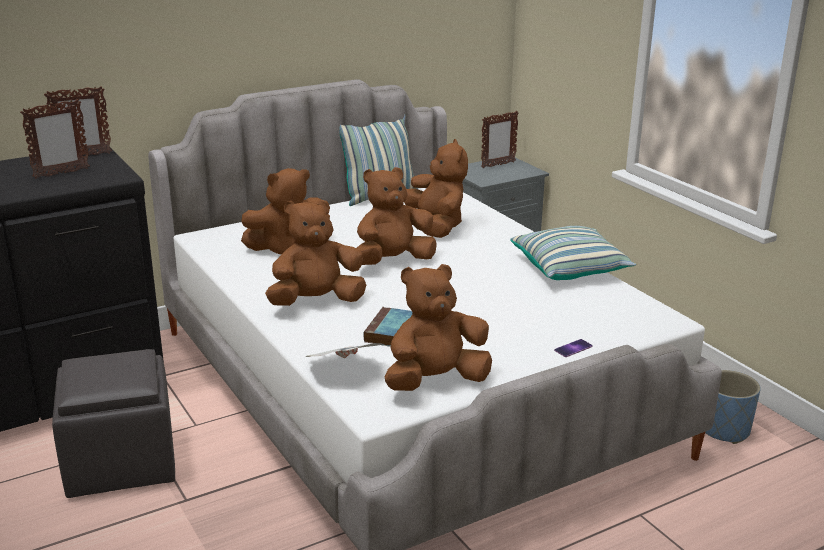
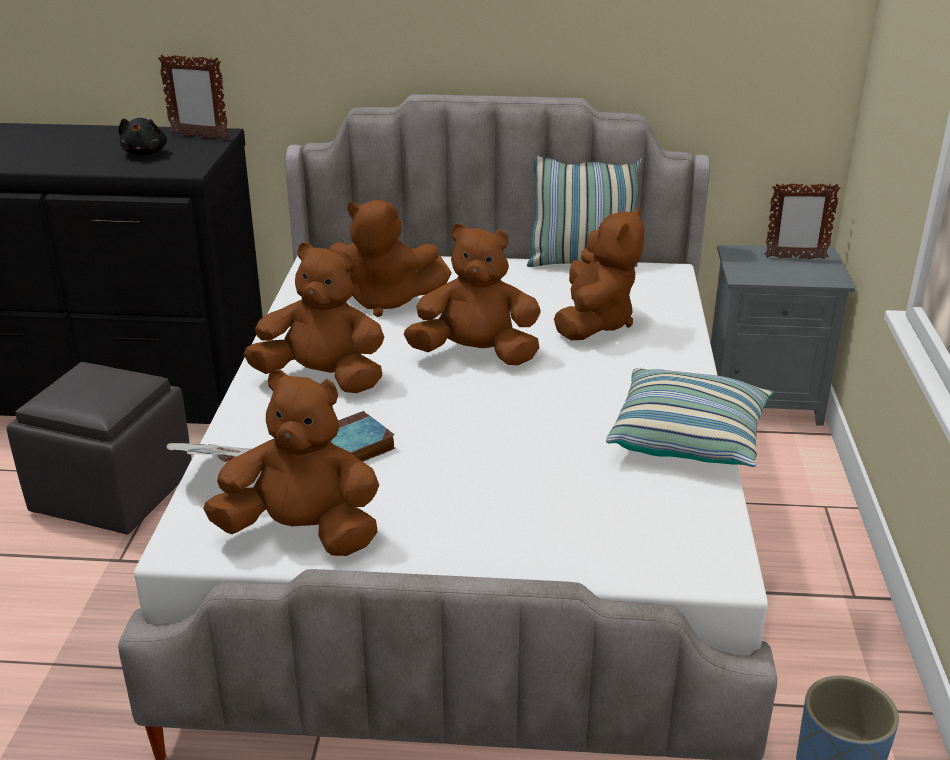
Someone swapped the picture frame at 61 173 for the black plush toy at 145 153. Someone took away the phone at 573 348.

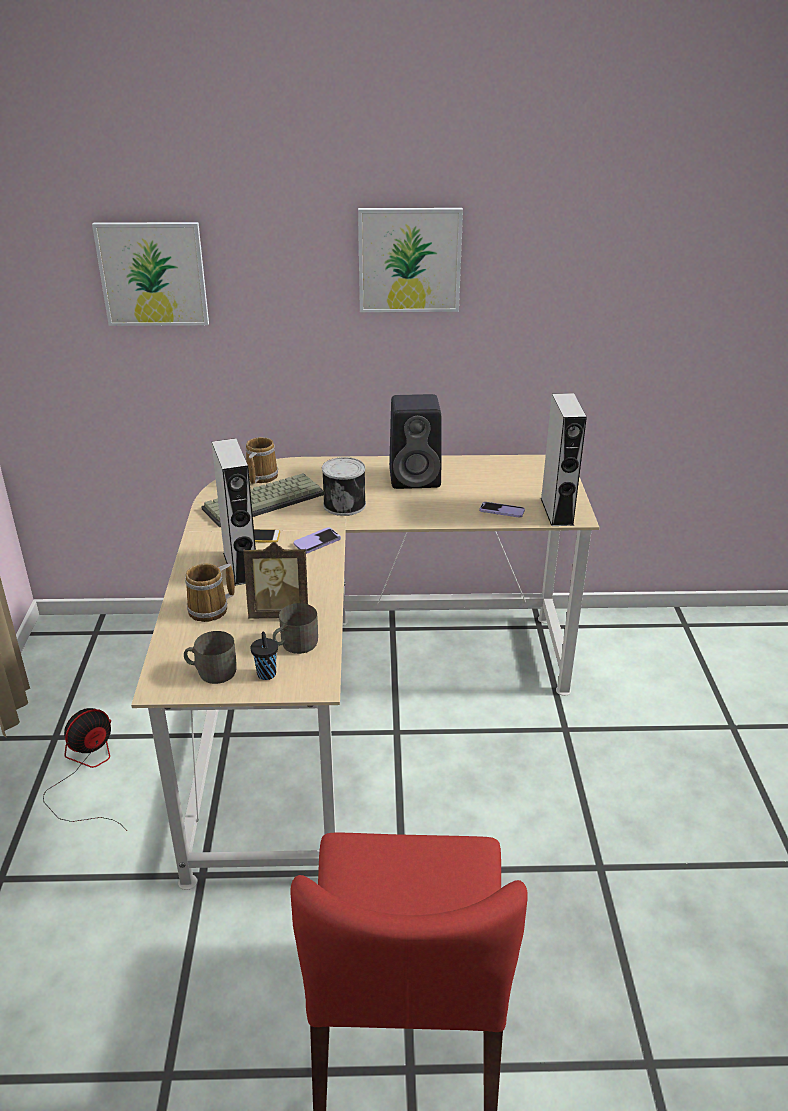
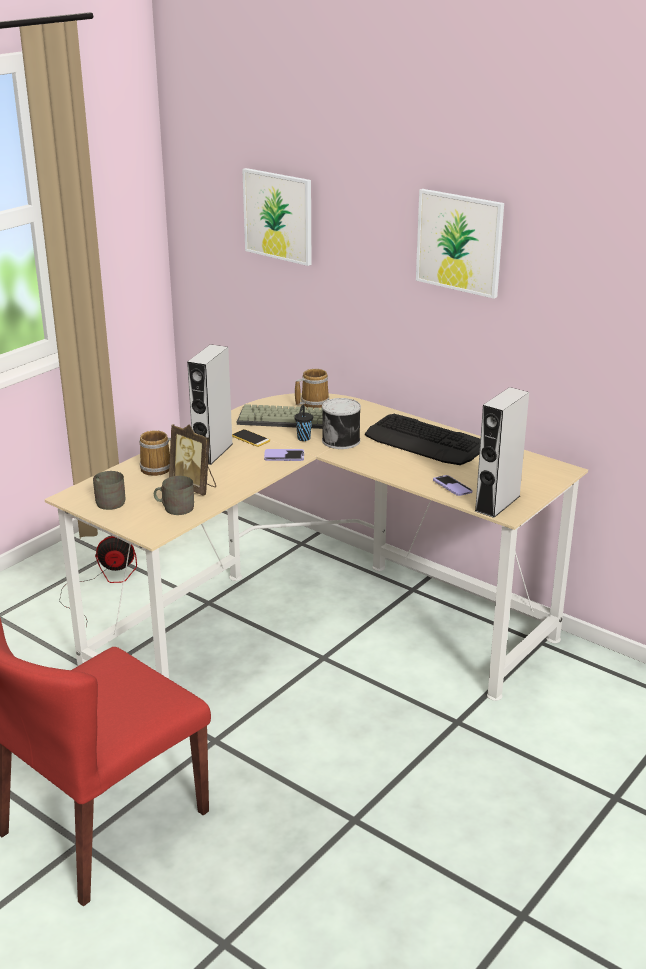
Someone carried the black cup from 267 675 to 303 439. Someone swapped the black speaker at 416 478 for the keyboard at 424 442.

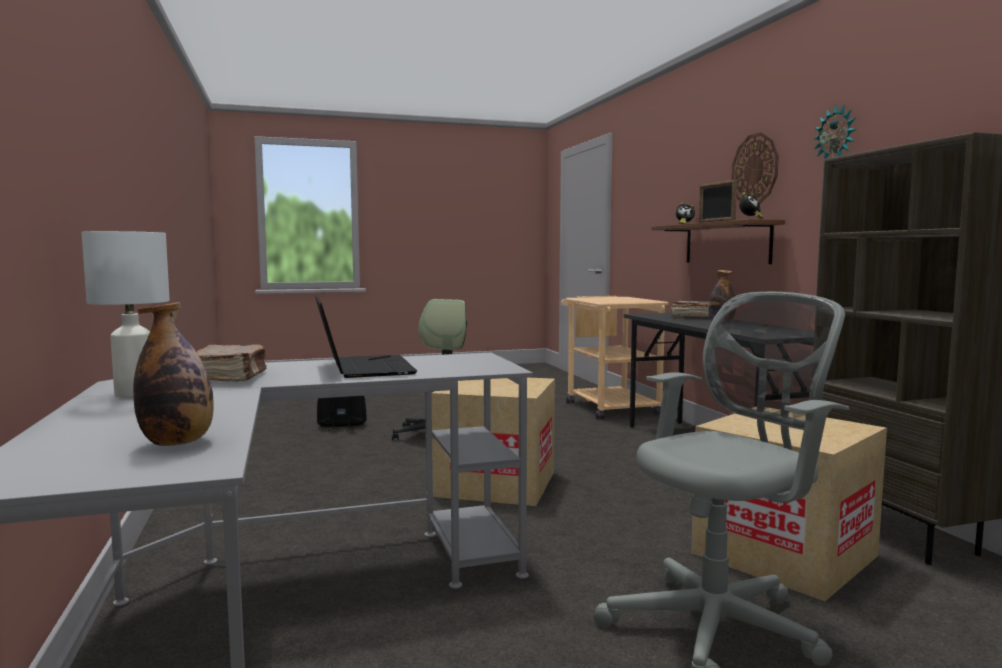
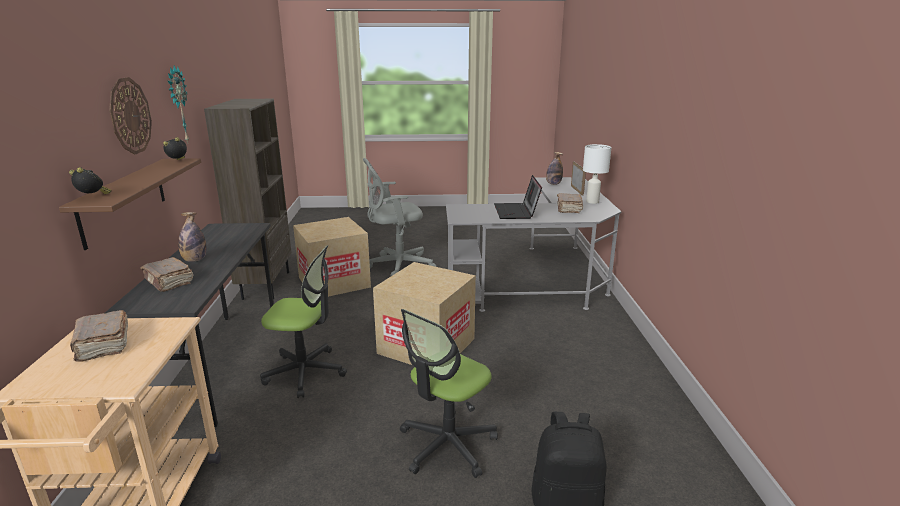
Someone carried the picture frame from 716 222 to 577 190. Someone put down the brown book at 103 345. Someone put down the office chair at 305 372.

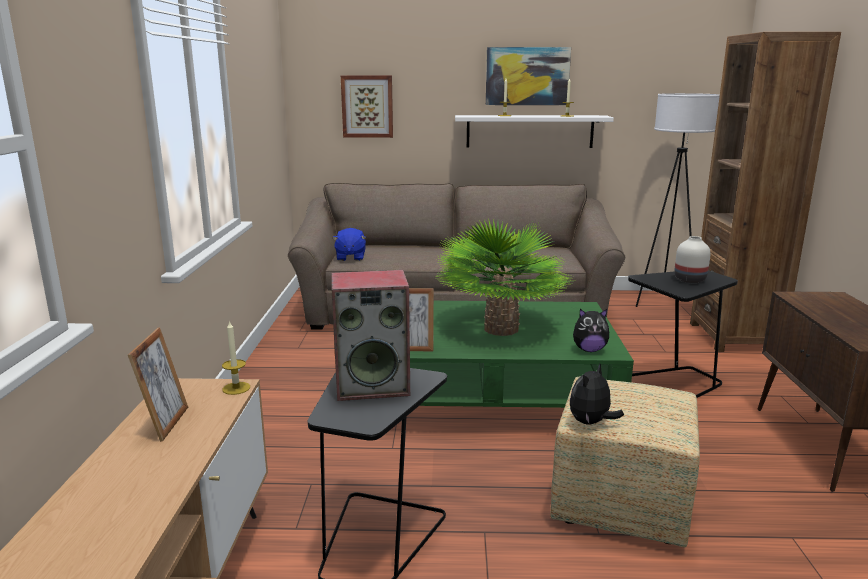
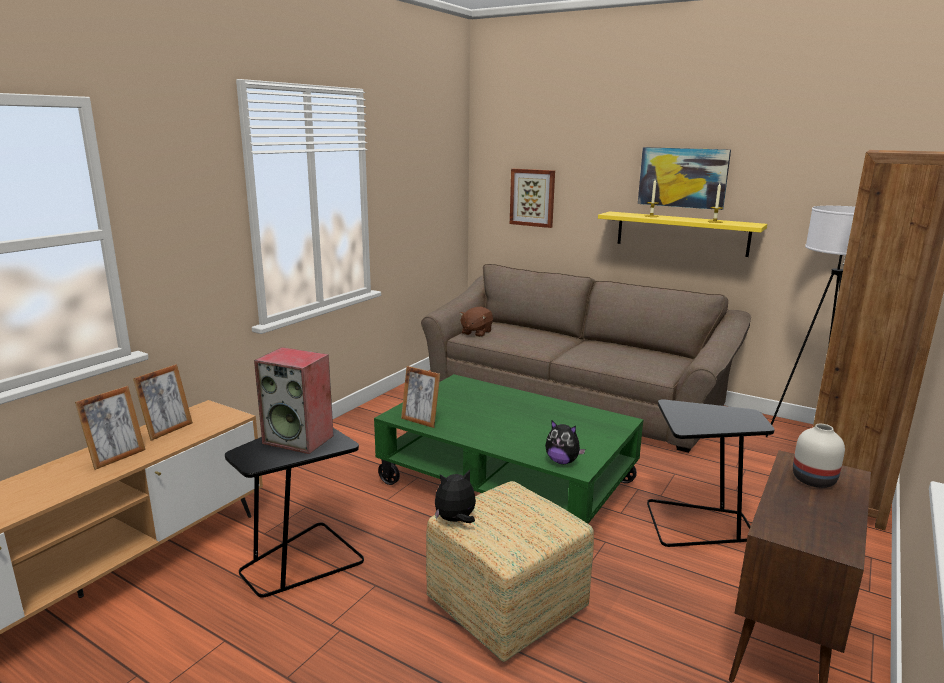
Someone took away the candle at 236 388. Someone repainted the blue plush toy at 350 257, which became the brown plush toy at 476 332. Someone took away the potted plant at 501 329. Someone repainted the white shelf at 529 131, which became the yellow shelf at 681 233. Someone carried the white vase from 689 280 to 812 480. Someone put down the picture frame at 117 457.

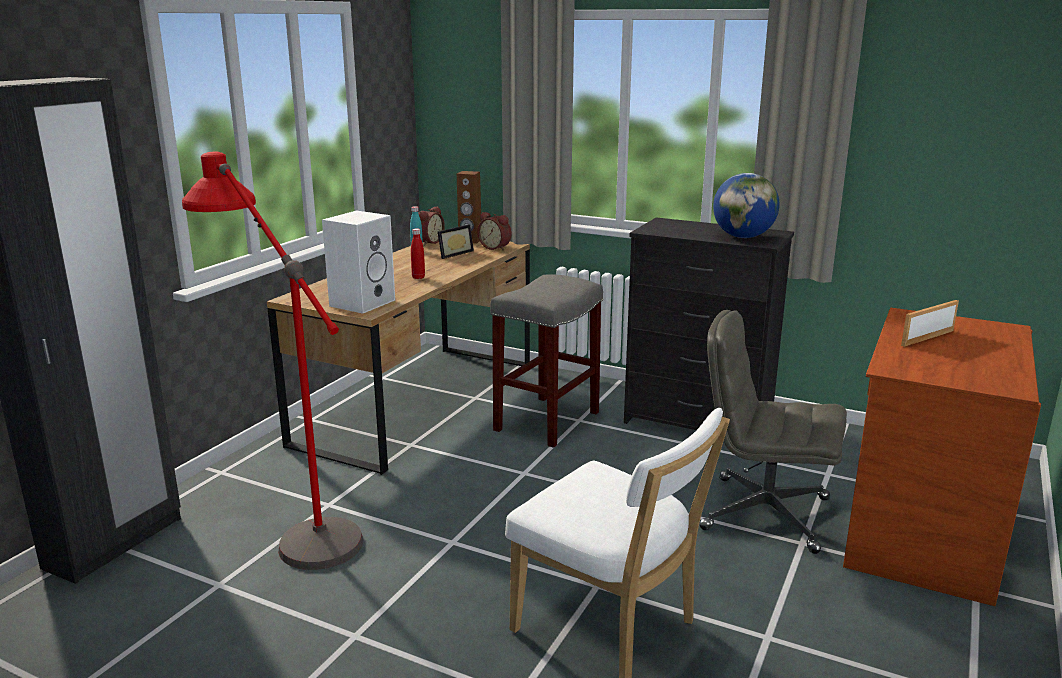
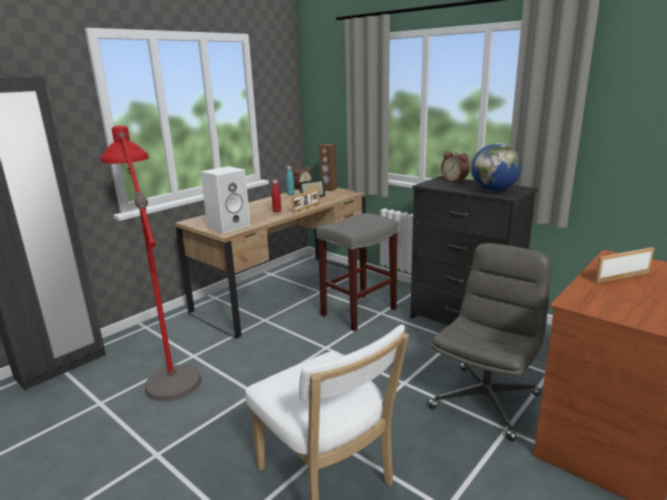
Someone carried the alarm clock from 496 247 to 455 180. Someone rotated the grey office chair at 763 513 by 90 degrees clockwise. Someone put down the picture frame at 307 208.

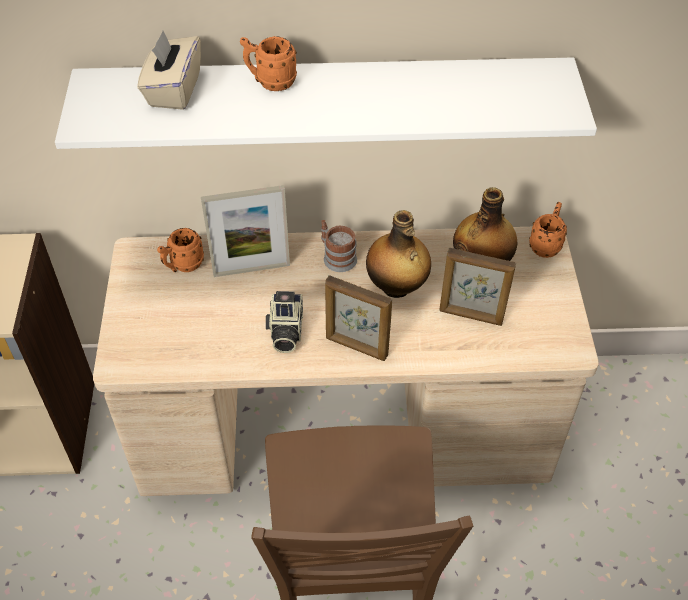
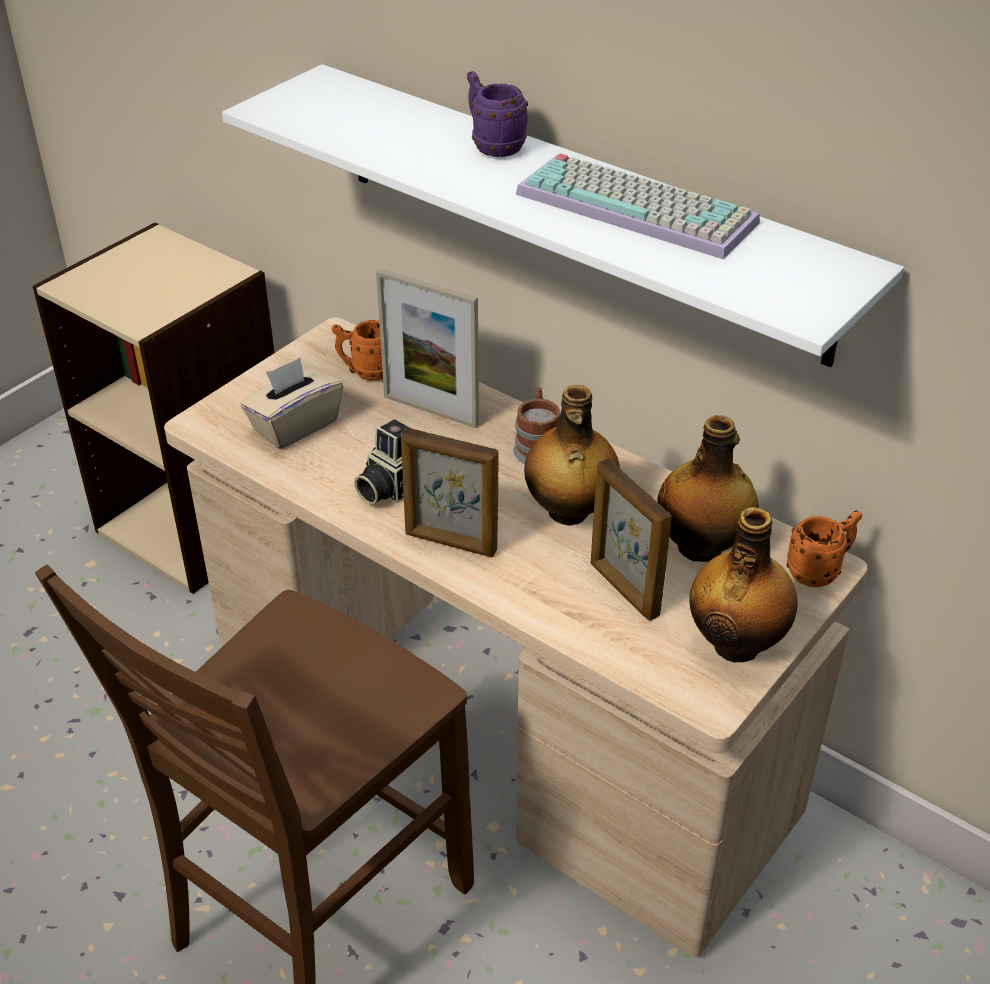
Someone carried the beige tissue box from 173 90 to 295 425. Someone repainted the orange mug at 270 82, which became the purple mug at 493 145. Someone rotated the picture frame at 356 347 by 45 degrees counterclockwise. Someone put down the keyboard at 640 207. Someone put down the bottle at 737 643.

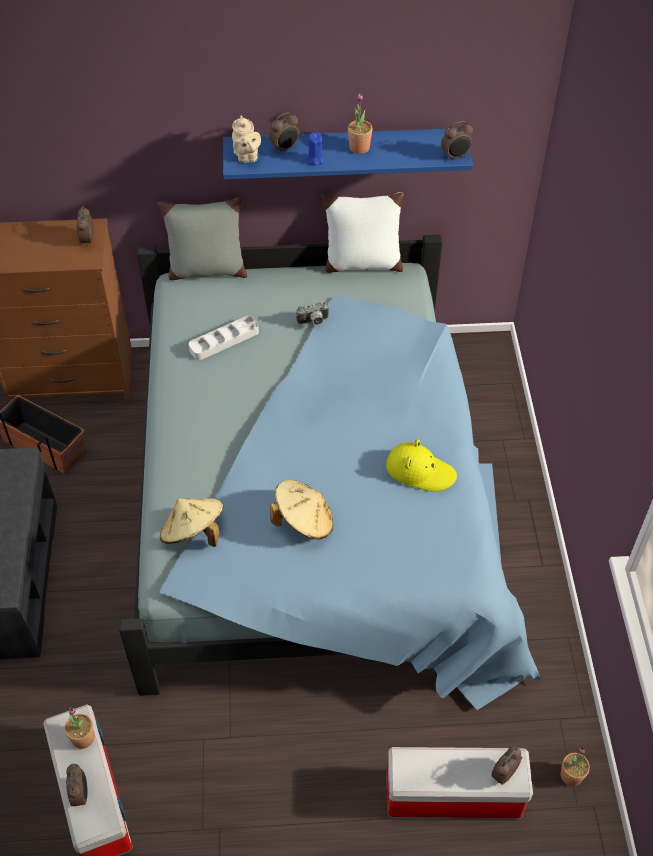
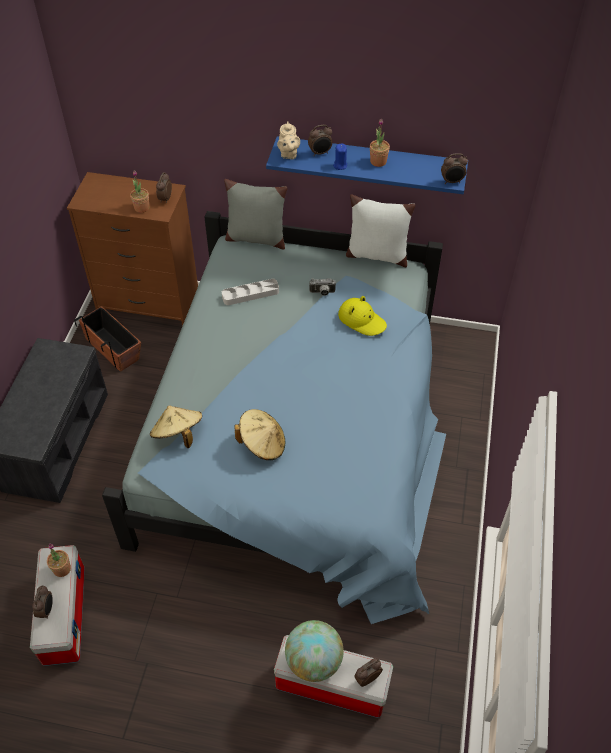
Someone carried the yellow hat from 420 471 to 362 320. Someone carried the potted plant from 571 775 to 142 208. Someone put down the globe at 313 661.

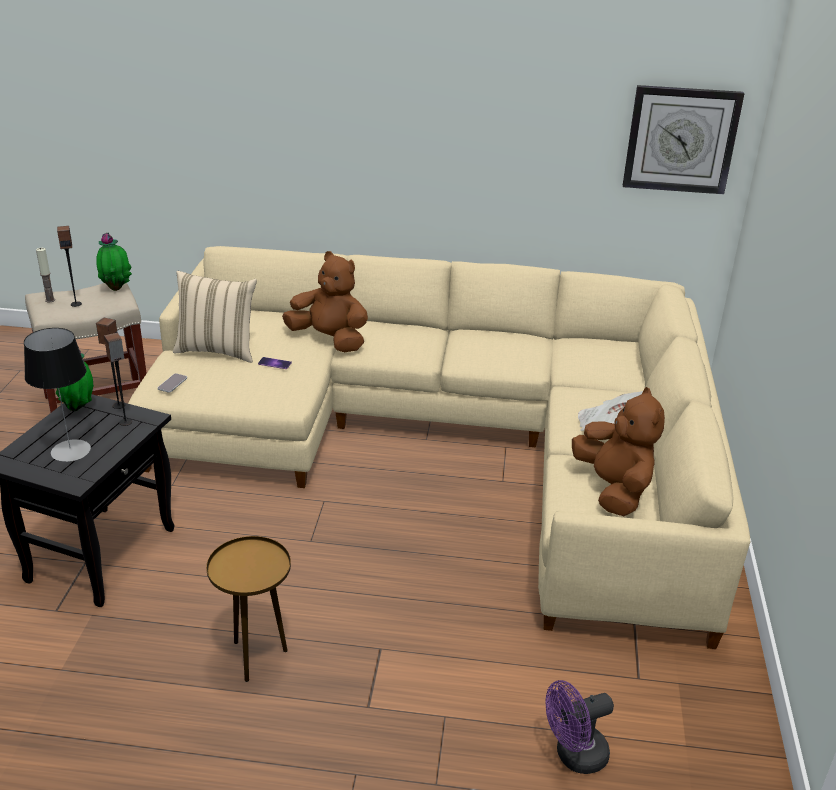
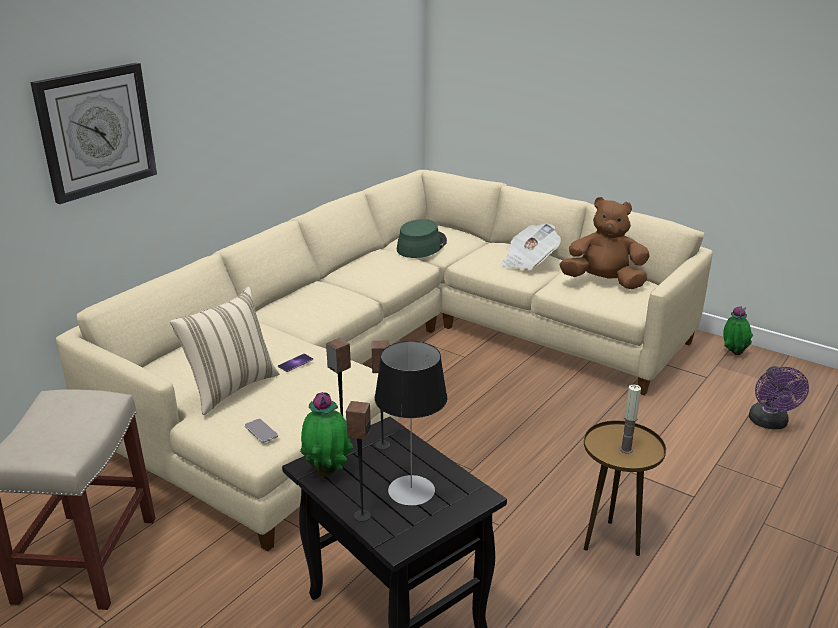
Someone carried the candle from 50 300 to 626 449. Someone carried the speaker from 76 304 to 362 515. Someone carried the potted plant from 116 288 to 733 353. Someone took away the brown plush toy at 330 340. Someone carried the wall clock from 681 139 to 96 131. Someone put down the green hat at 421 245.

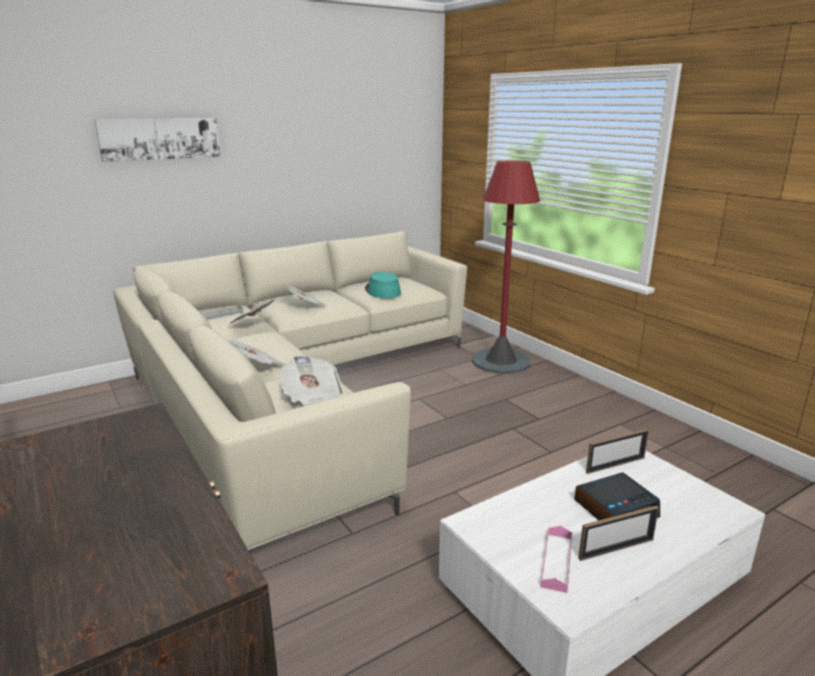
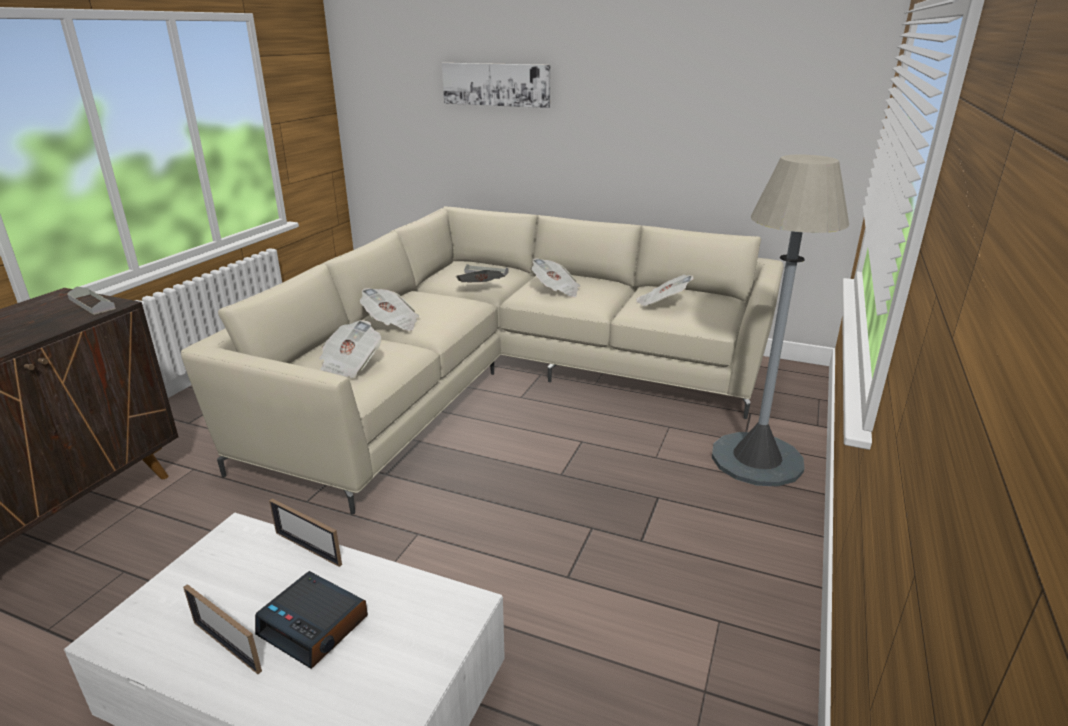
Someone swapped the turquoise hat at 382 291 for the newspaper at 661 304. Someone repainted the red floor lamp at 501 361, which became the grey floor lamp at 756 459. Someone took away the pink tray at 556 561. Someone carried the picture frame from 615 465 to 308 548. Someone put down the grey tray at 92 304.

